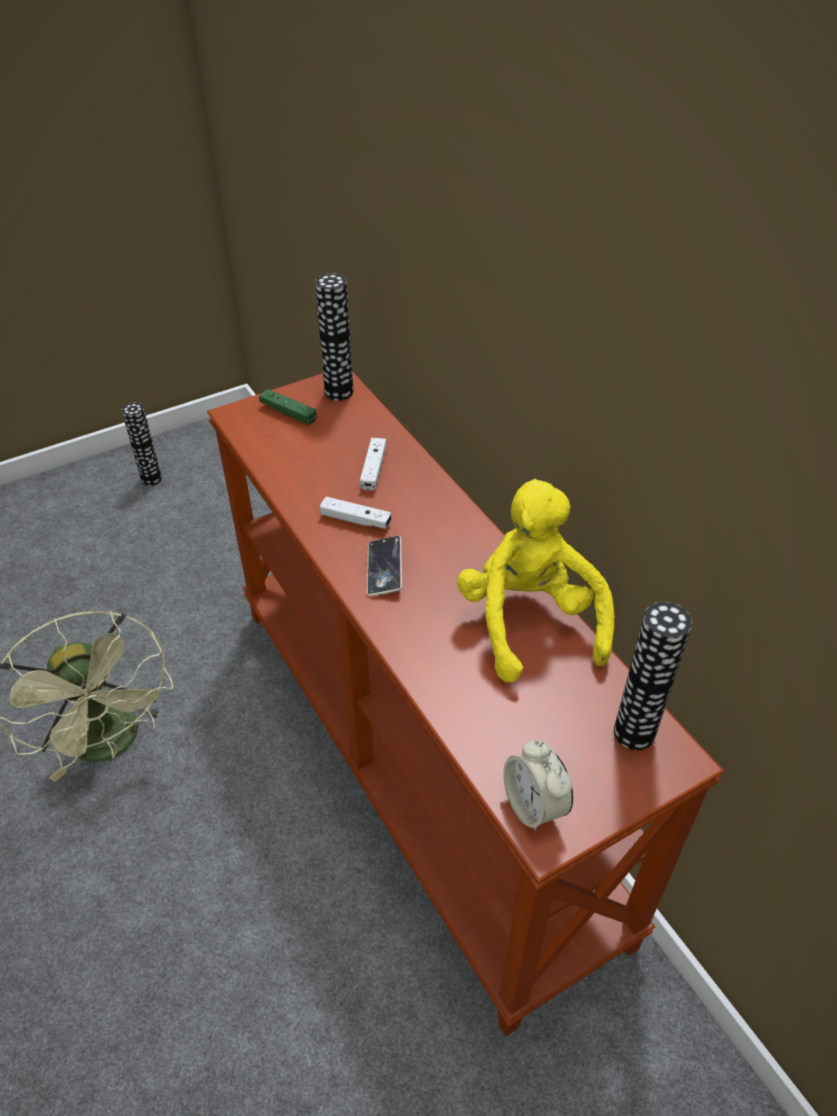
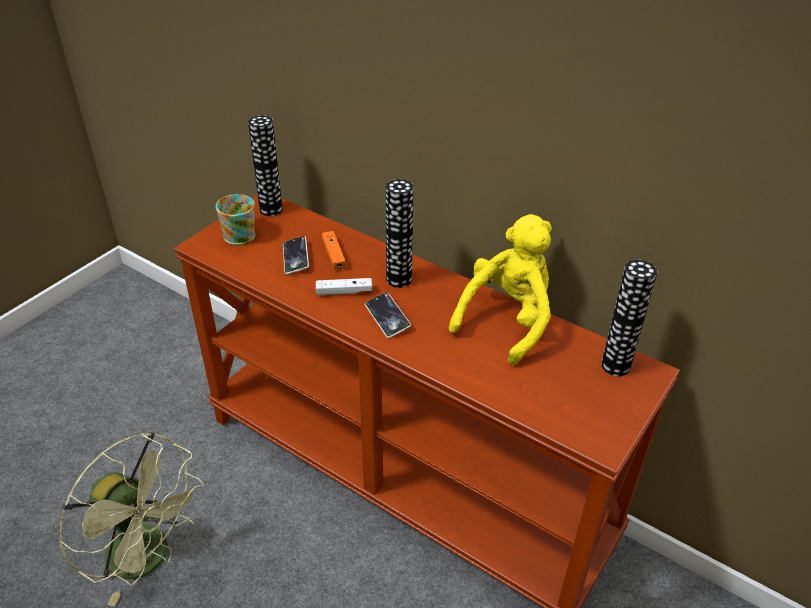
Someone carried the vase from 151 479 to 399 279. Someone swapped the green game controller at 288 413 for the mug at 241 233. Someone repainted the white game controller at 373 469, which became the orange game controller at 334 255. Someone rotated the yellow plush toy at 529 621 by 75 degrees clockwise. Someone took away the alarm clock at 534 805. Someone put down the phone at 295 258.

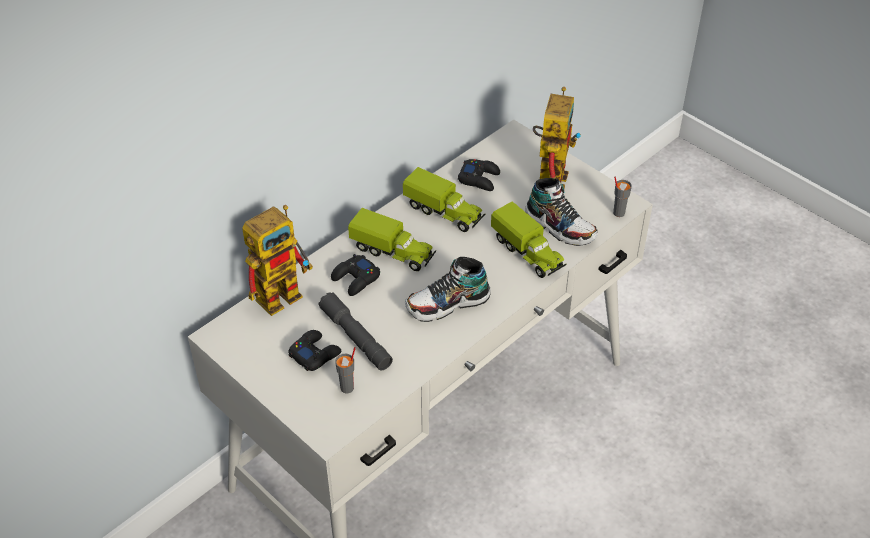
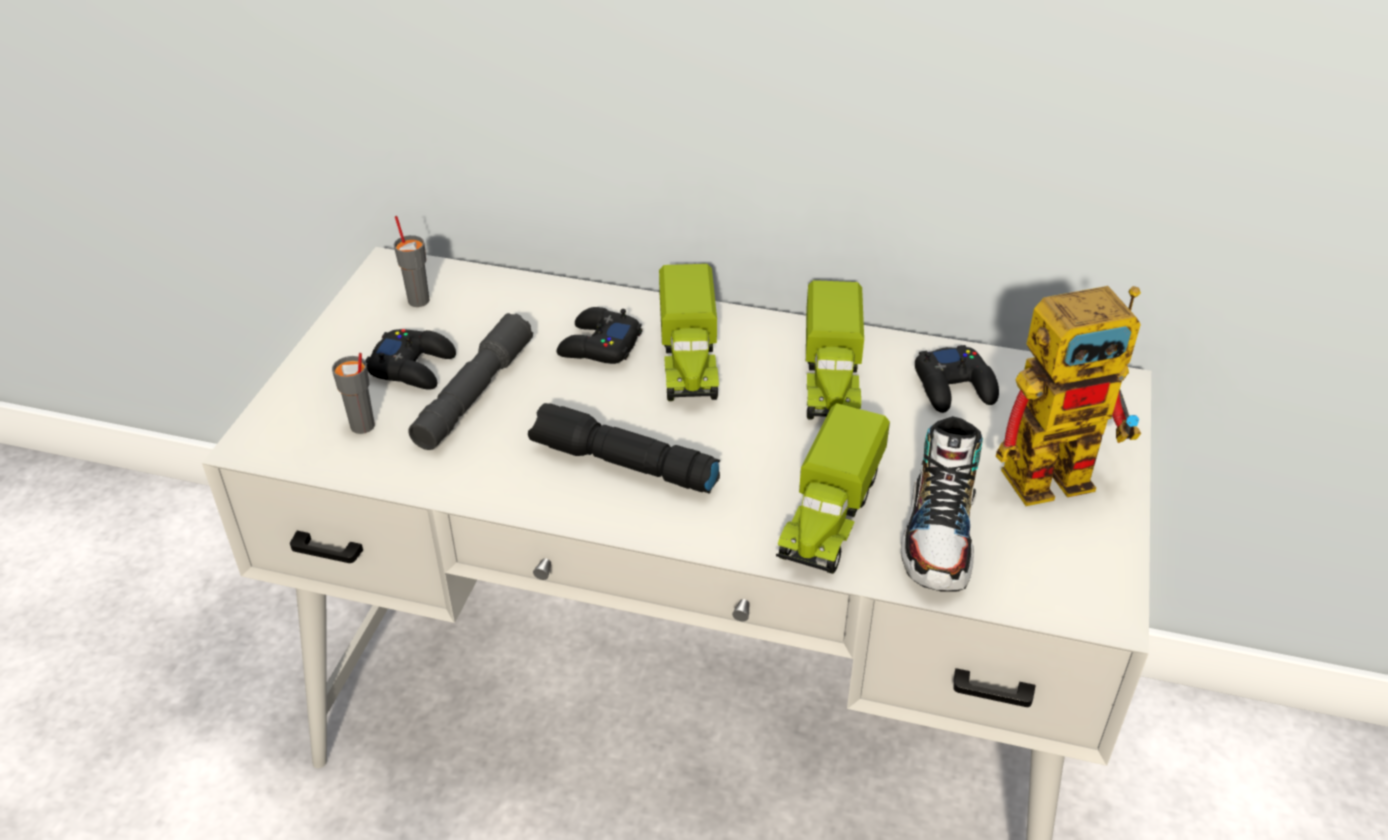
Someone took away the toy robot at 284 291. Someone swapped the shoe at 448 304 for the black flashlight at 622 465. Someone carried the grey cup from 618 212 to 418 300.

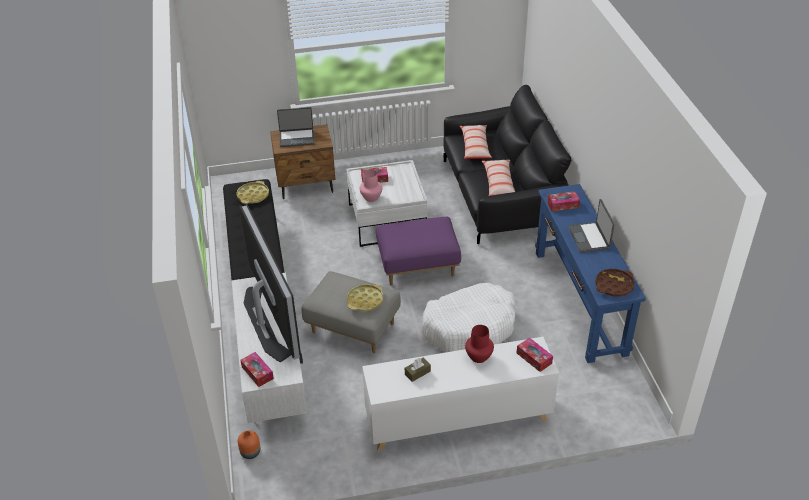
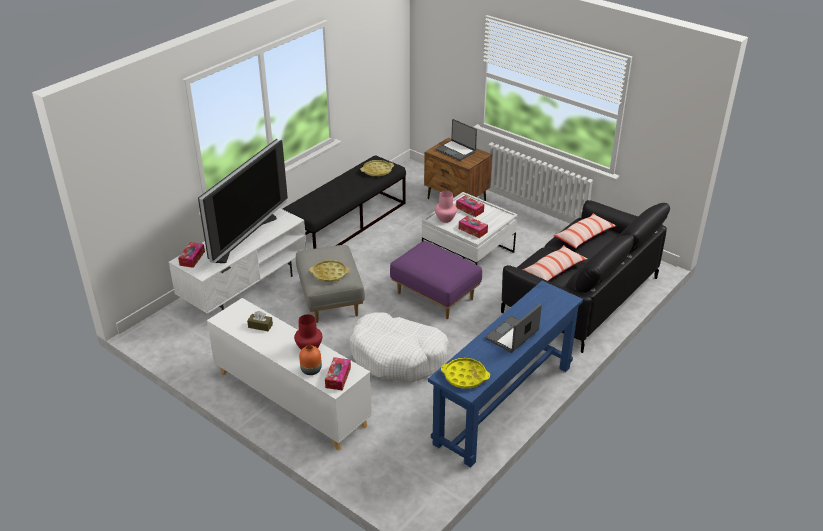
Someone carried the orange vase from 250 452 to 311 369. Someone carried the tissue box from 563 205 to 473 230. Someone repainted the brown tray at 614 285, which became the yellow tray at 465 376.

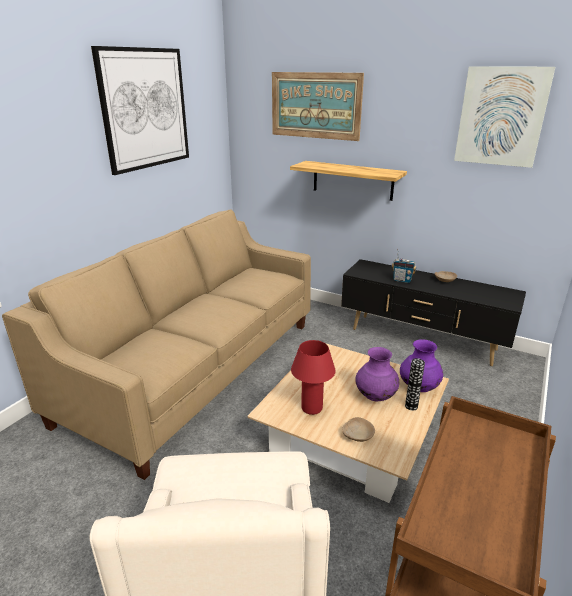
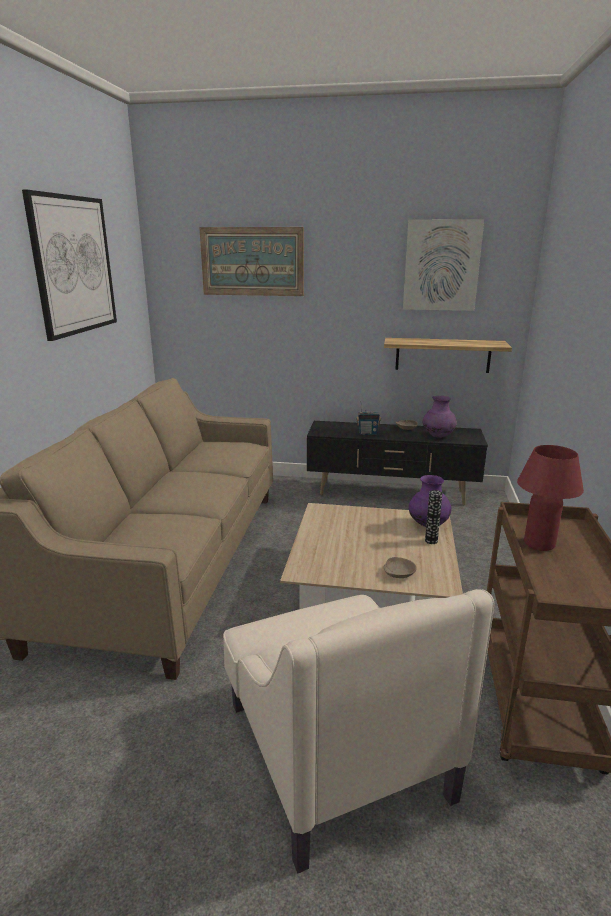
Someone carried the shelf from 352 180 to 442 355. Someone carried the red table lamp from 311 408 to 539 544. Someone carried the purple vase from 375 396 to 438 436.

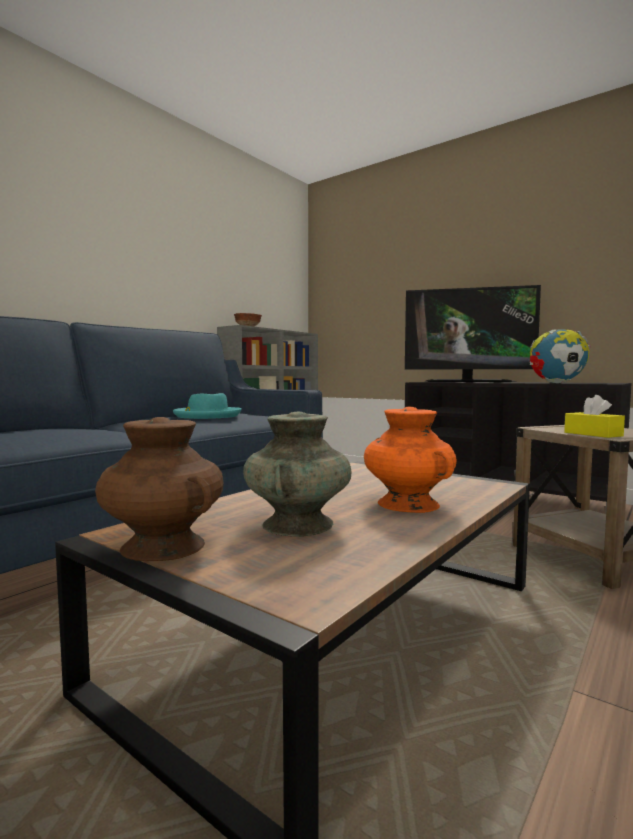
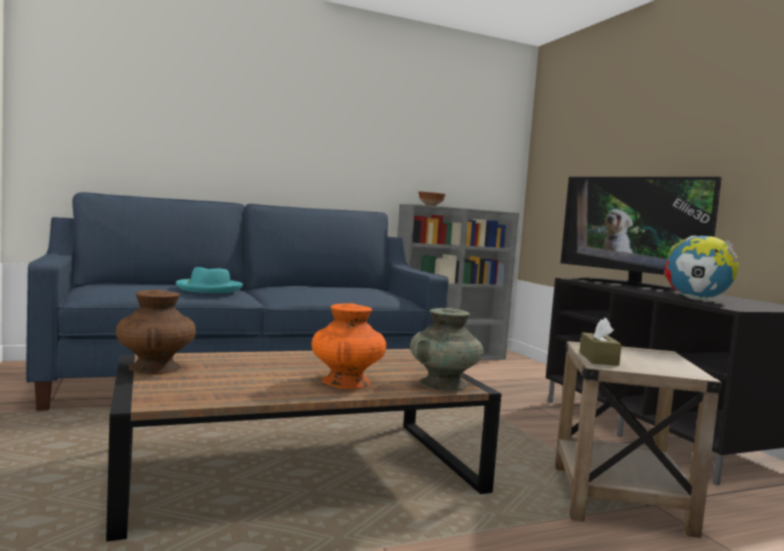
Someone carried the turquoise hat from 207 416 to 209 289. Someone carried the turquoise vase from 297 525 to 443 384. Someone repainted the yellow tissue box at 593 434, which became the brown tissue box at 598 359.

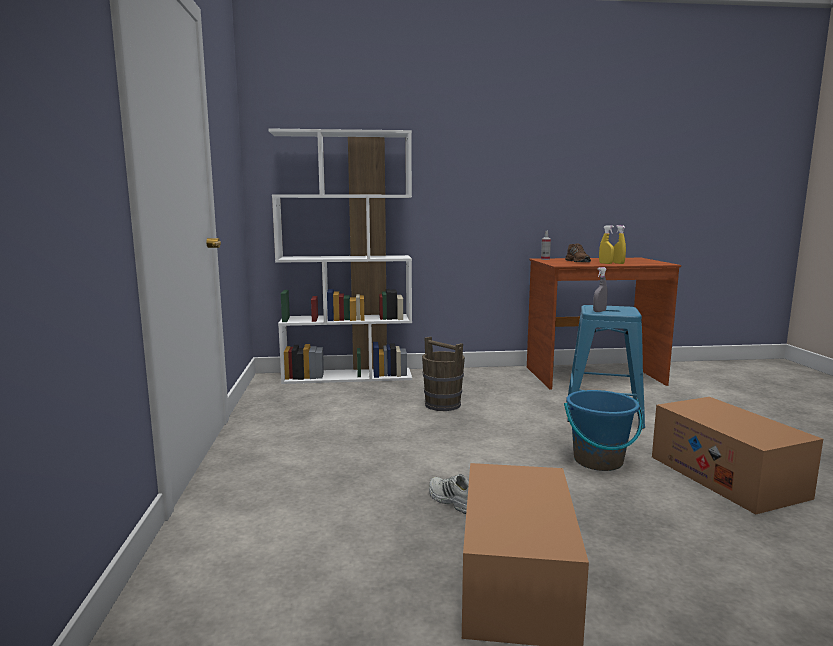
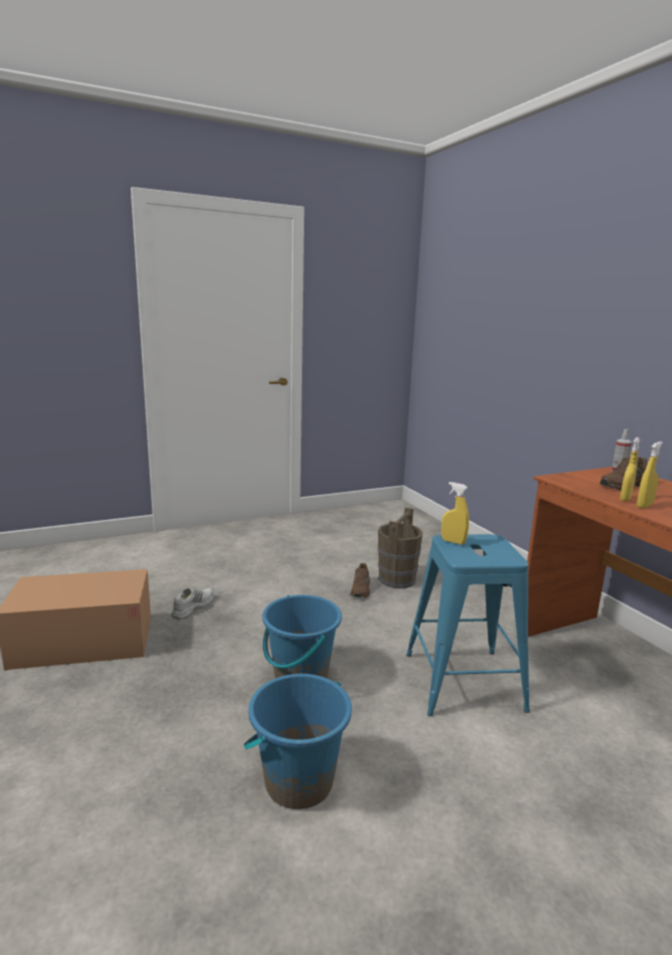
Someone took away the white bookcase at 348 376. Someone repainted the grey spray bottle at 599 311, which became the yellow spray bottle at 453 541. Someone swapped the cardboard box at 726 476 for the blue bucket at 298 781. Someone put down the brown shoe at 361 589.

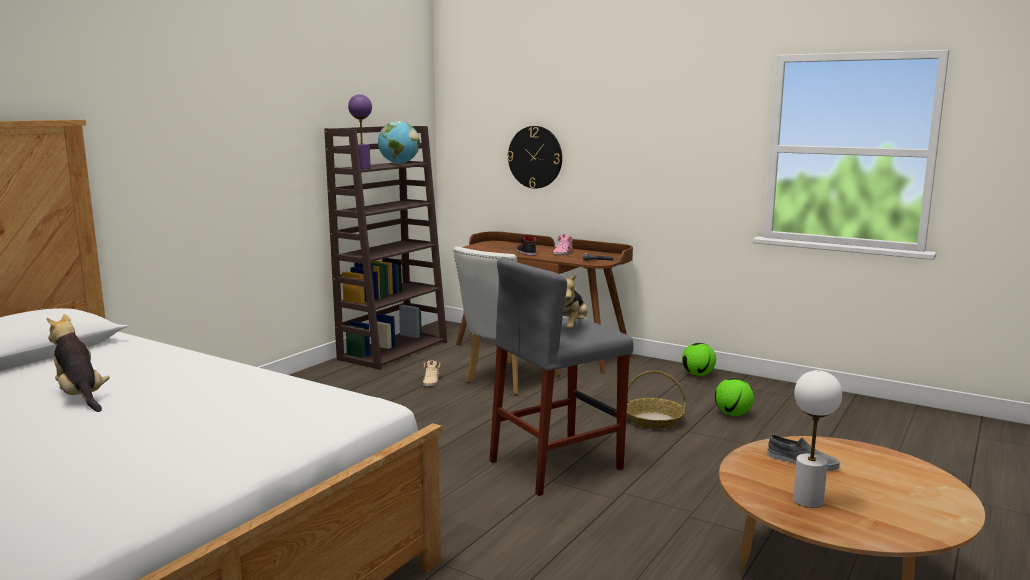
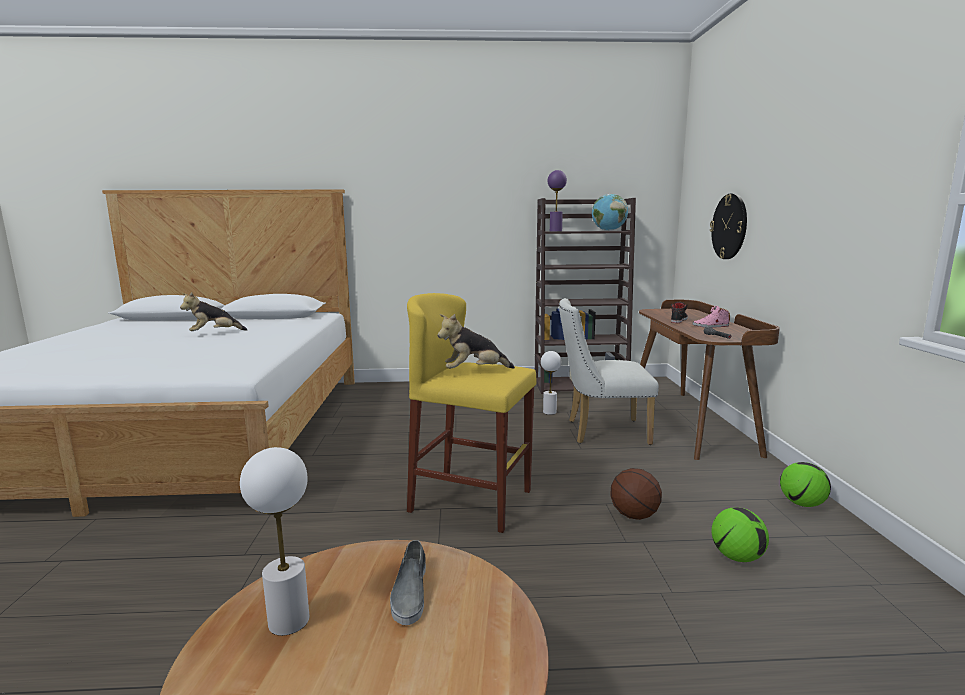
Someone rotated the plush toy at 81 397 by 135 degrees counterclockwise. Someone swapped the beige shoe at 431 381 for the white table lamp at 550 412. Someone repainted the grey stool at 556 465, which became the yellow stool at 471 501. Someone swapped the basket at 654 420 for the basketball at 634 515.

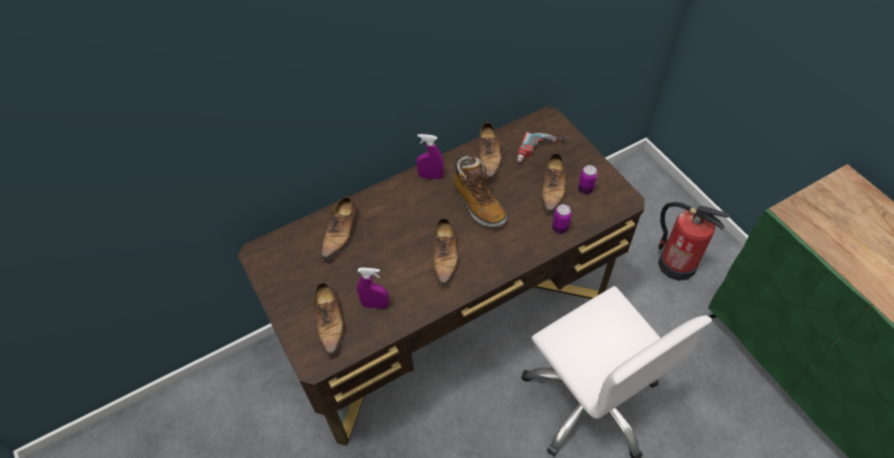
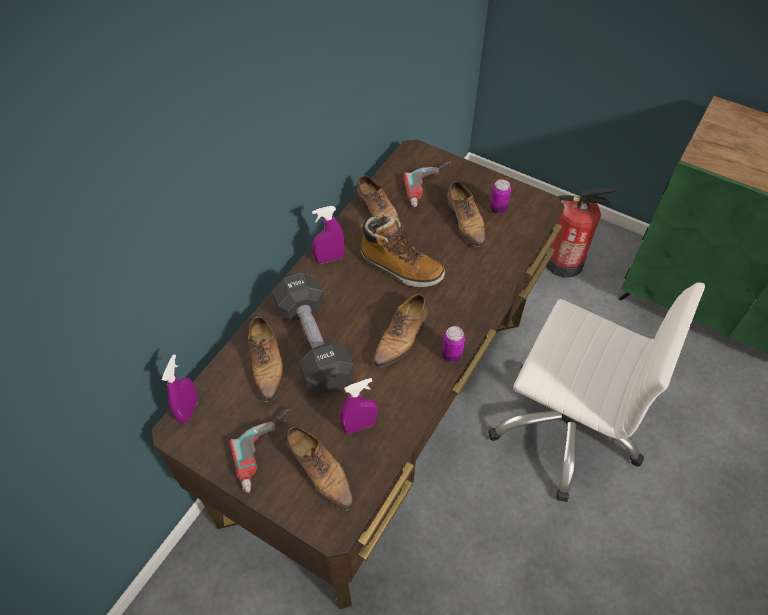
Someone rotated the shoe at 445 256 by 60 degrees clockwise. Someone carried the can from 560 228 to 451 355. Someone put down the purple spray bottle at 189 410. Someone put down the power drill at 268 452. Someone put down the black dumbbell at 314 344.

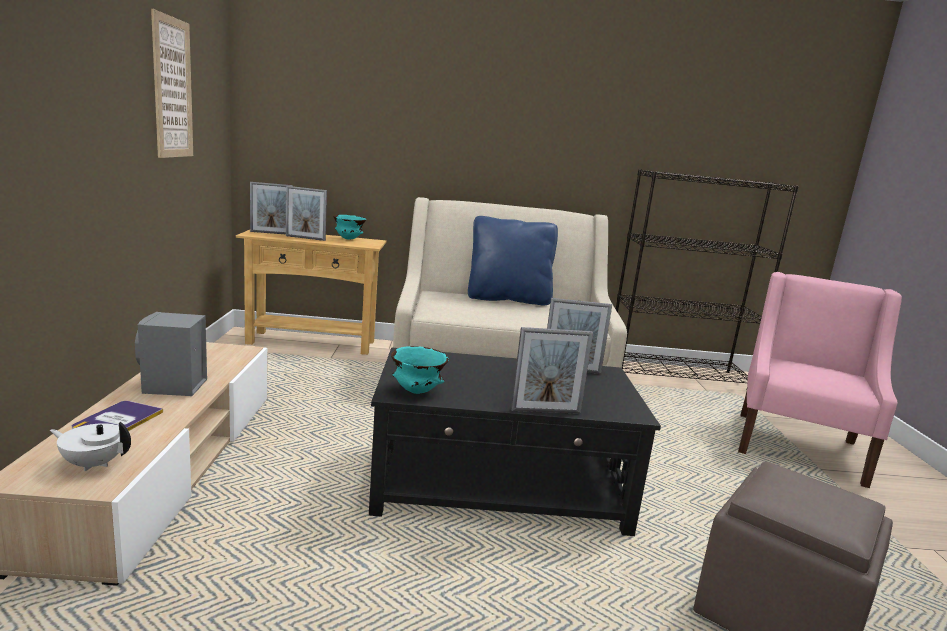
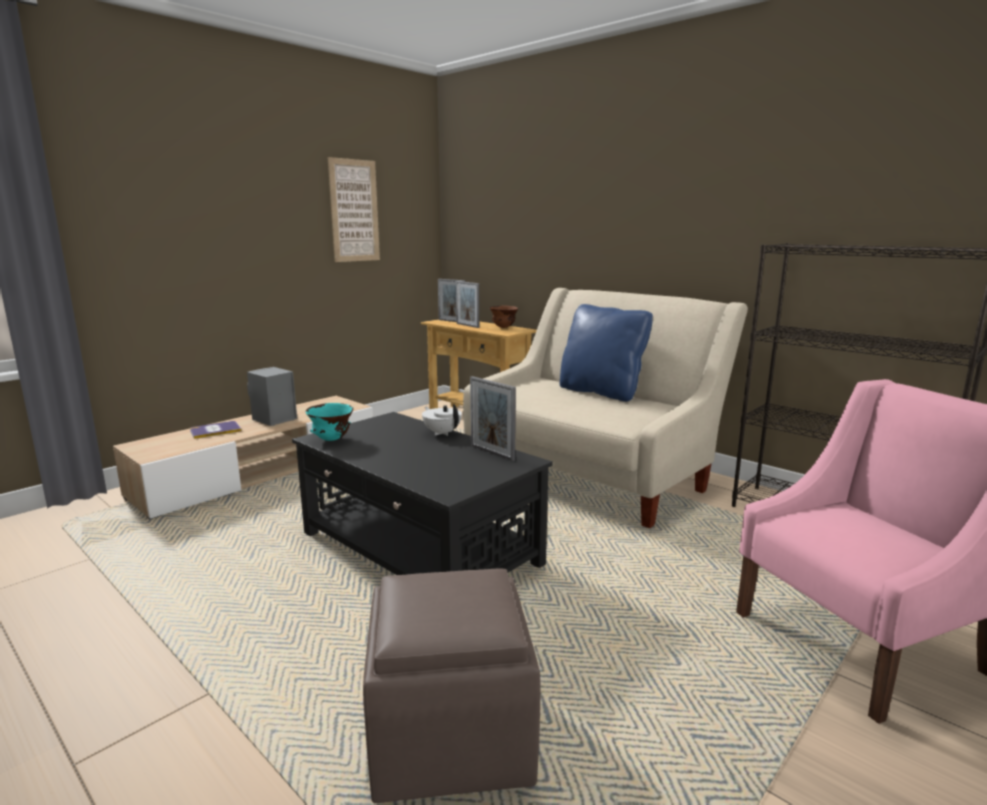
Someone carried the white teapot from 94 463 to 442 433. Someone repainted the turquoise bowl at 349 239, which became the brown bowl at 504 328. Someone took away the picture frame at 545 411.

